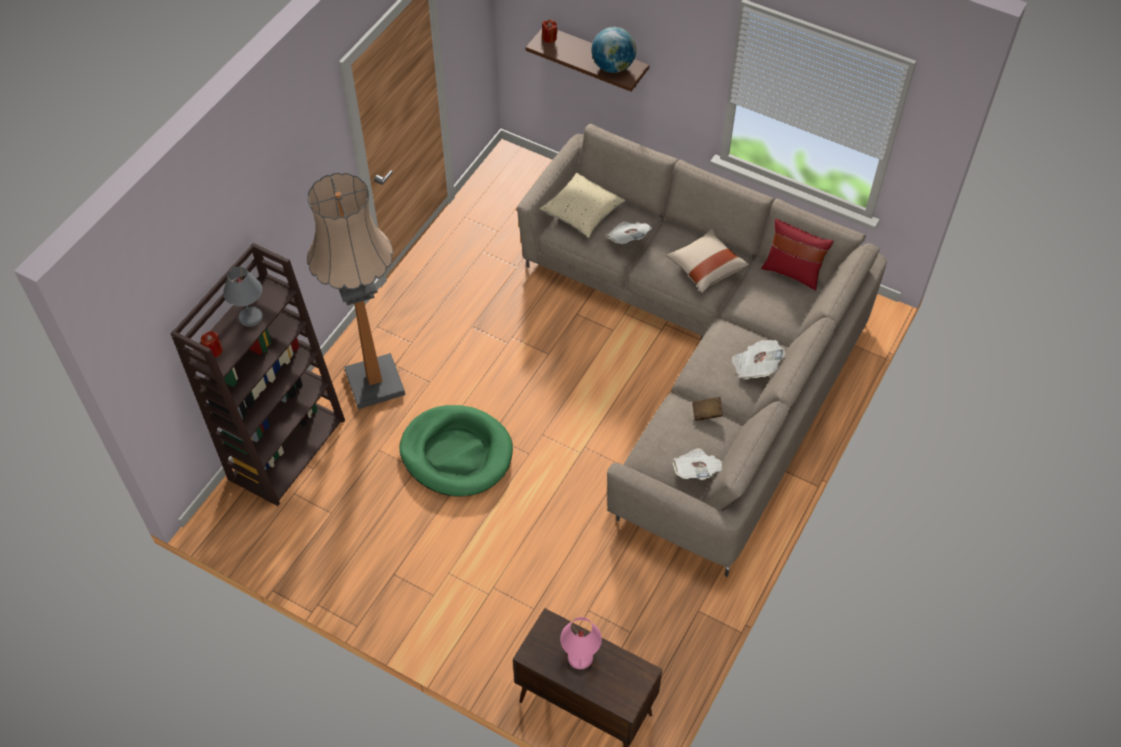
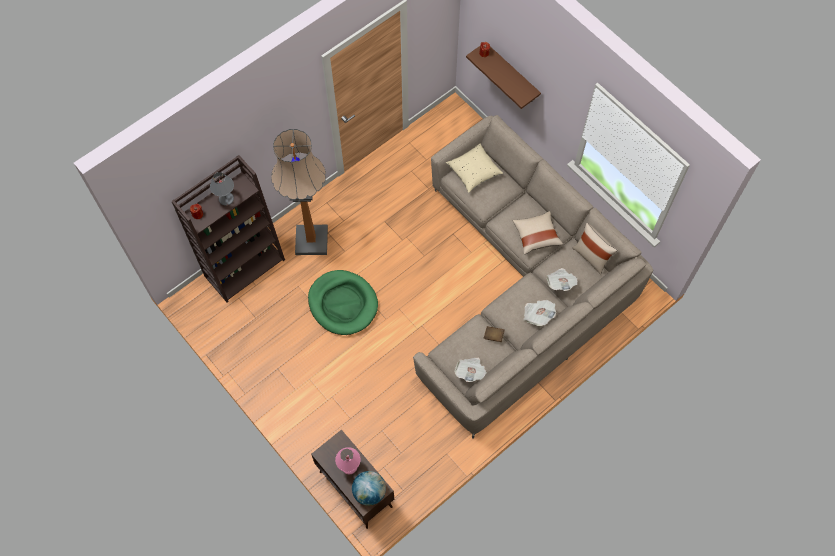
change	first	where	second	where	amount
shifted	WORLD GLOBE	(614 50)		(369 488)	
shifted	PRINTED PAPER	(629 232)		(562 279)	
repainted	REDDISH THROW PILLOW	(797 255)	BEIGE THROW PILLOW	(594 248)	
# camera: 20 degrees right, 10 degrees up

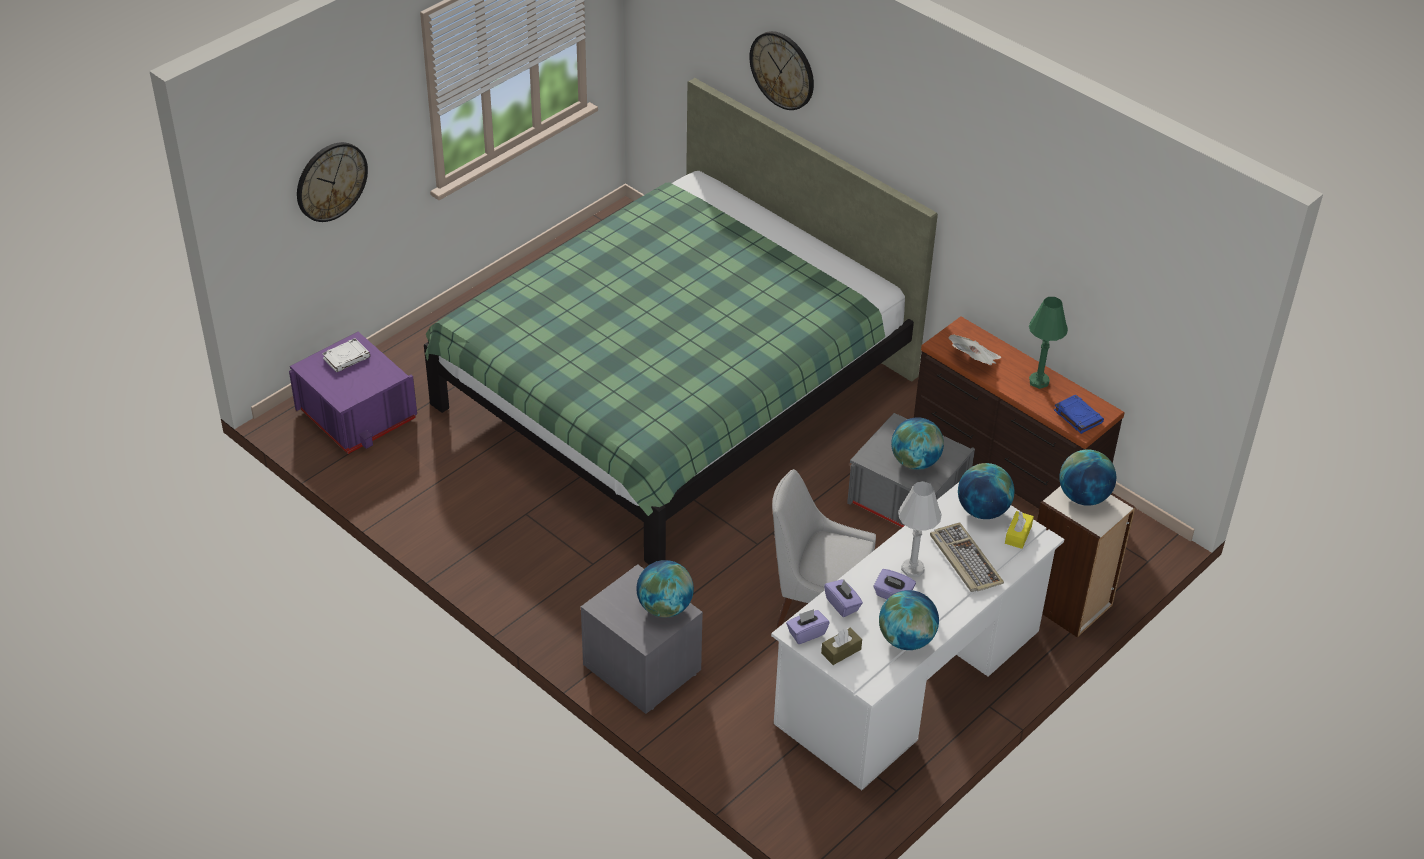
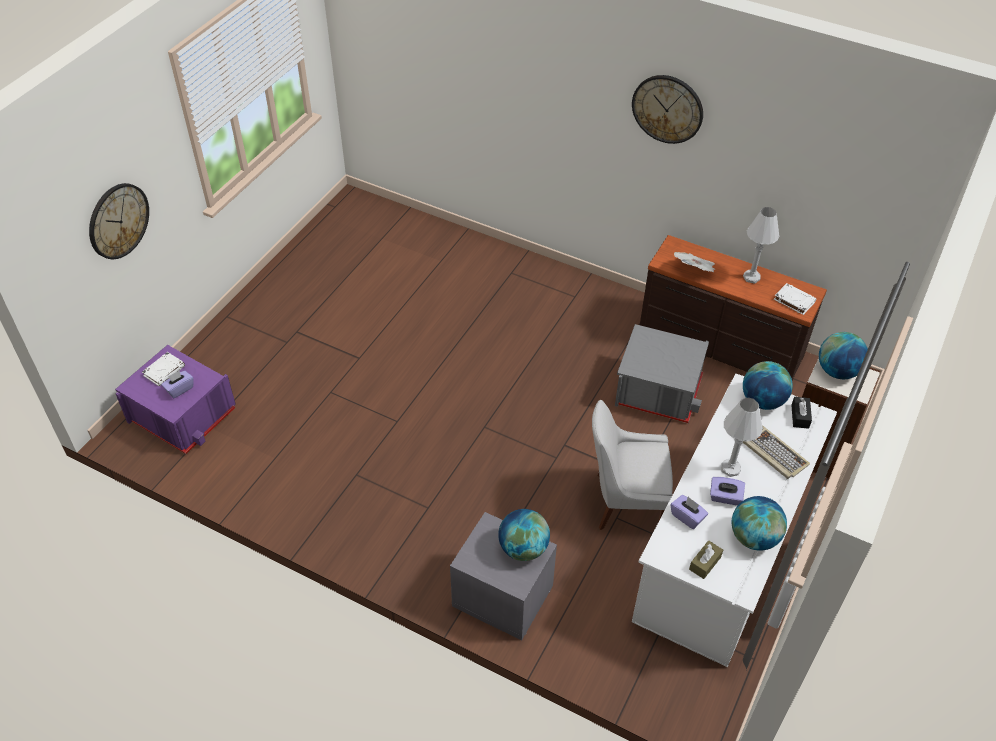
change	first	where	second	where	amount
gone	GREEN SLEEPING BED	(681 321)			
gone	WORLD GLOBE	(917 443)			
shifted	CLOCK ON THE WALL	(781 70)		(667 109)	
shifted	PURPLE TISSUE HOLDER	(807 626)		(177 384)	
repainted	YELLOW-COLOURED TISSUE HOLDER	(1019 530)	BLACK-COLOURED TISSUE HOLDER	(802 413)	
repainted	GREEN TABLETOP LAMP	(1048 343)	WHITE-COLOURED TABLETOP LAMP	(761 245)	
repainted	BLUE-COLOURED VOLUME	(1079 414)	WHITE-COLOURED VOLUME	(795 299)	
# camera: 15 degrees left, 5 degrees up

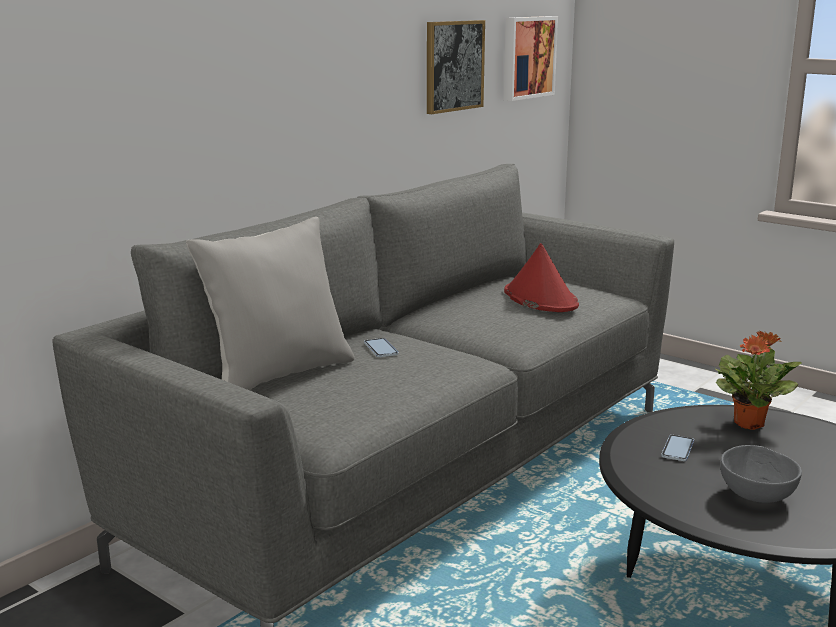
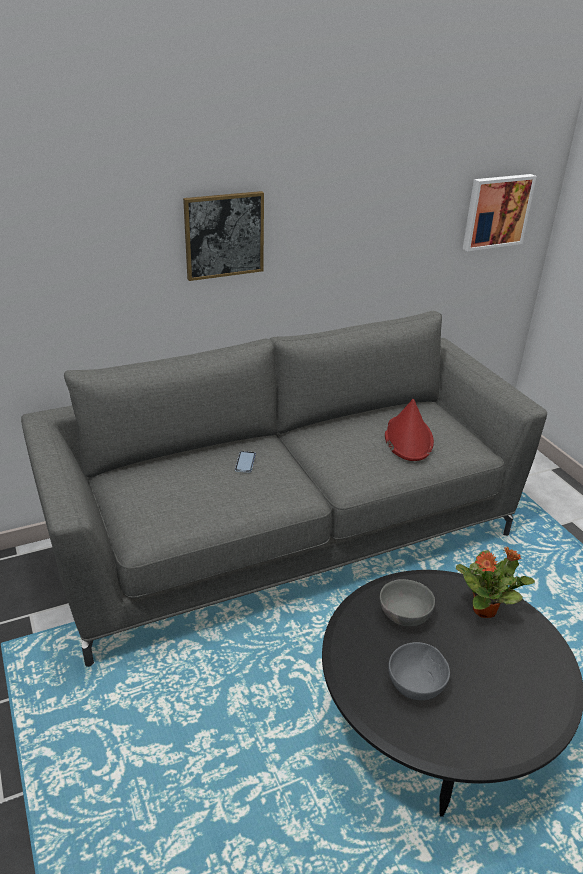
change	first	where	second	where	amount
gone	GREY THROW PILLOW	(270 303)			
shifted	WALL PICTURE	(456 67)		(223 236)	
swapped	PHONE	(677 448)	GREY DEEP DISH	(407 602)	
# camera: 25 degrees right, 15 degrees up

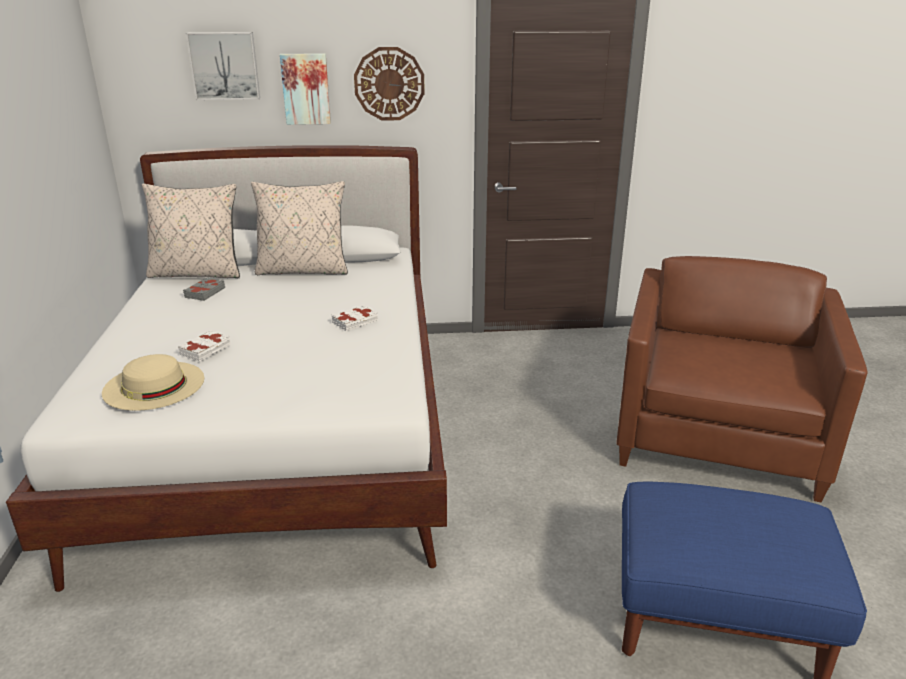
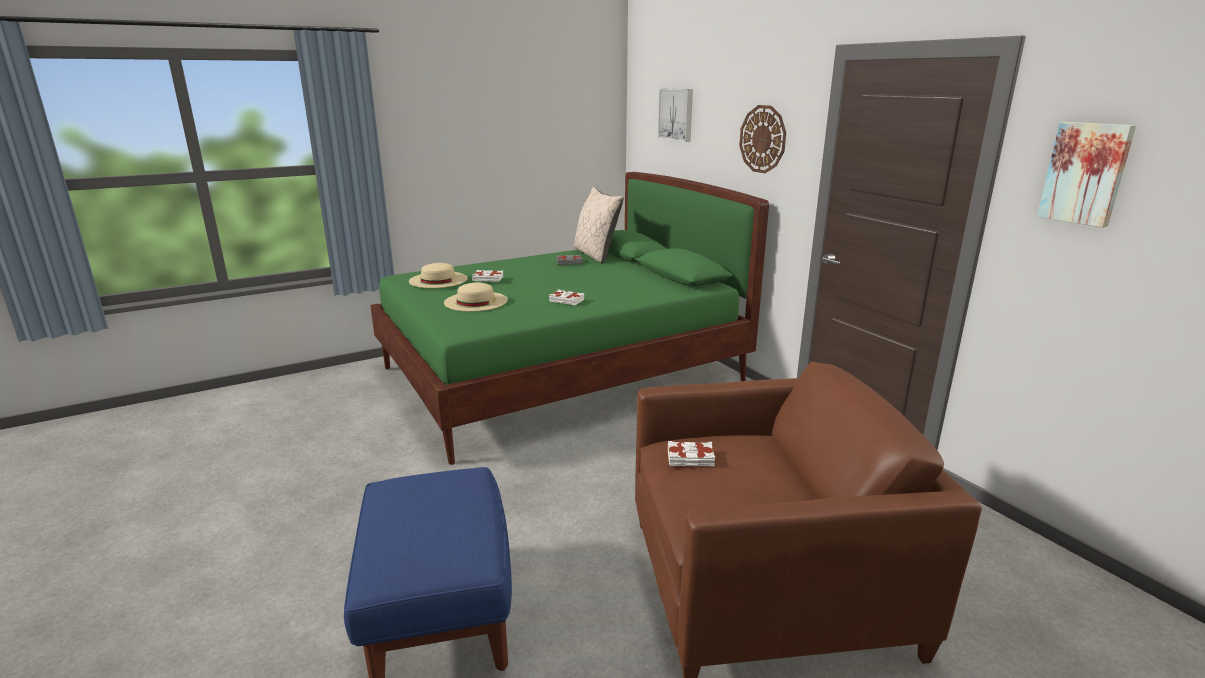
change	first	where	second	where	amount
gone	BEIGE THROW PILLOW	(299 228)			
new			BEIGE WEARABLE HAT	(476 297)	
new			WHITE-COLOURED VOLUME	(691 454)	
shifted	WALL PICTURE	(305 89)		(1086 175)	
repainted	WHITE-COLOURED SLEEPING BED	(226 368)	GREEN SLEEPING BED	(569 318)	
# camera: 65 degrees right, 5 degrees down

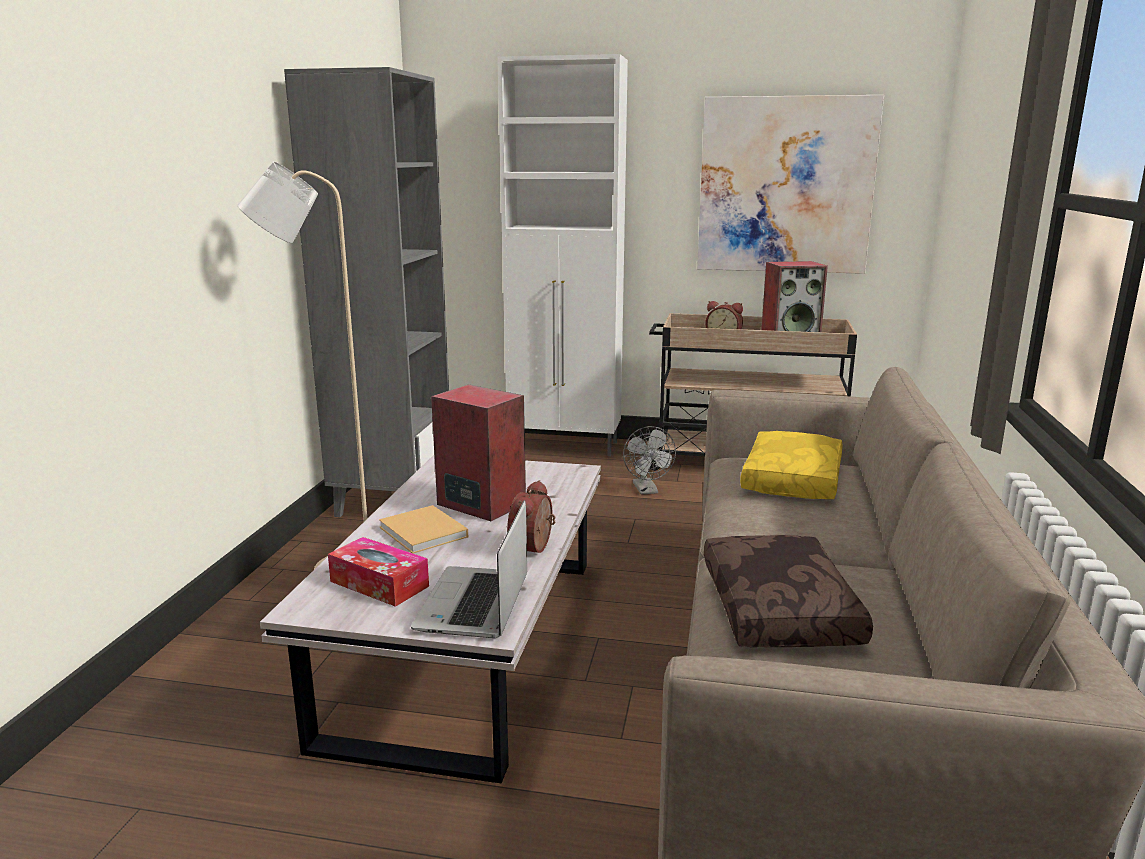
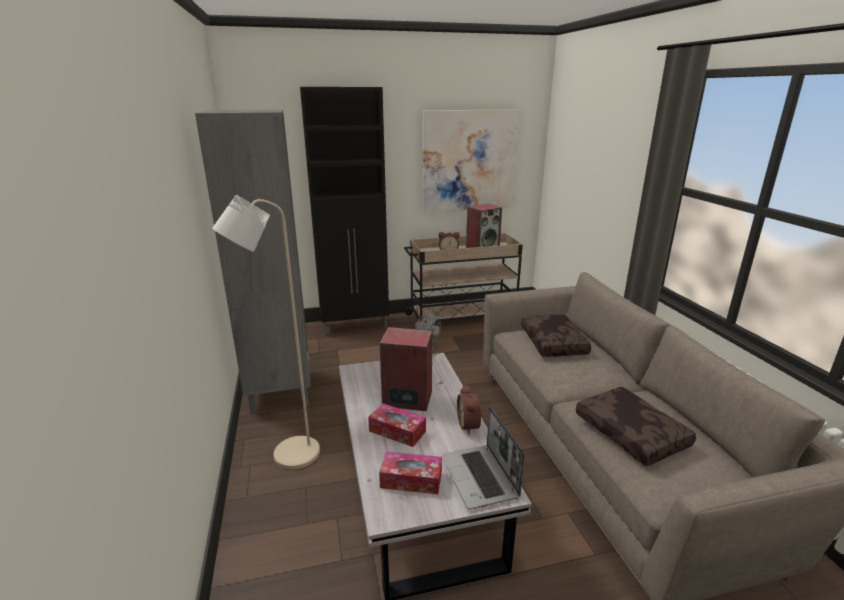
change	first	where	second	where	amount
swapped	BEIGE VOLUME	(423 529)	TISSUE HOLDER	(397 425)	
repainted	WHITE-COLOURED CABINET	(562 255)	BLACK-COLOURED CABINET	(344 211)	
repainted	YELLOW-COLOURED THROW PILLOW	(791 465)	BROWN-COLOURED THROW PILLOW	(556 335)	
# camera: 25 degrees left, 5 degrees up

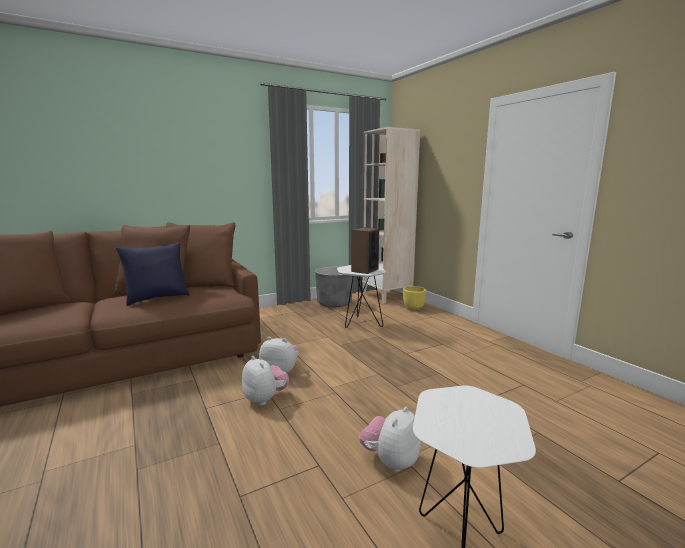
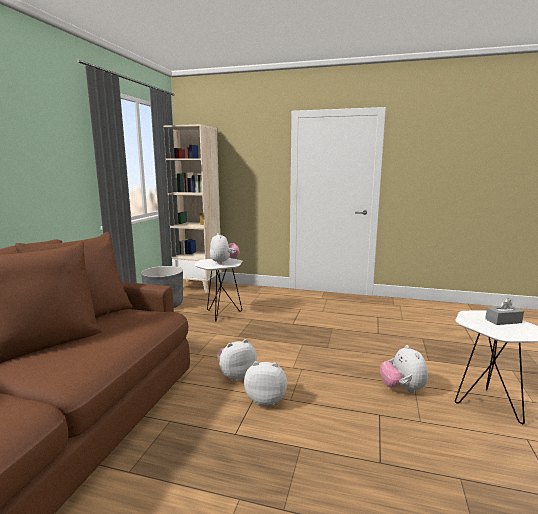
change	first	where	second	where	amount
gone	BLUE-COLOURED THROW PILLOW	(153 274)			
gone	YELLOW-COLOURED PLANT POT	(414 298)			
new			GREY TISSUE HOLDER	(504 311)	
swapped	SPEAKER	(365 251)	SOFT TOY	(225 248)	
# camera: 45 degrees left, 0 degrees up

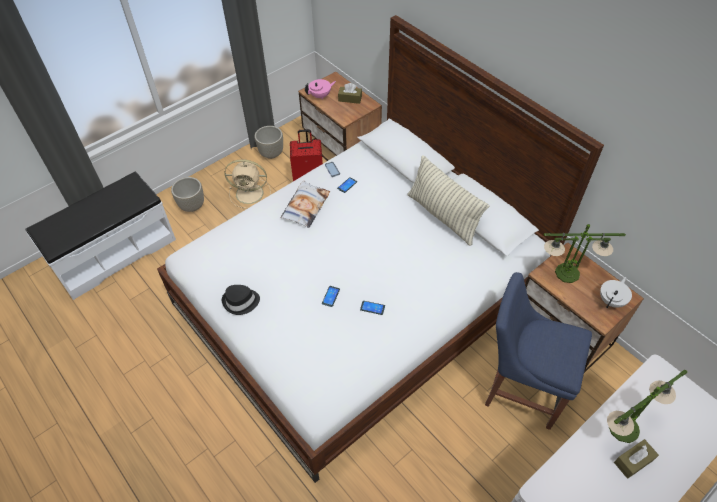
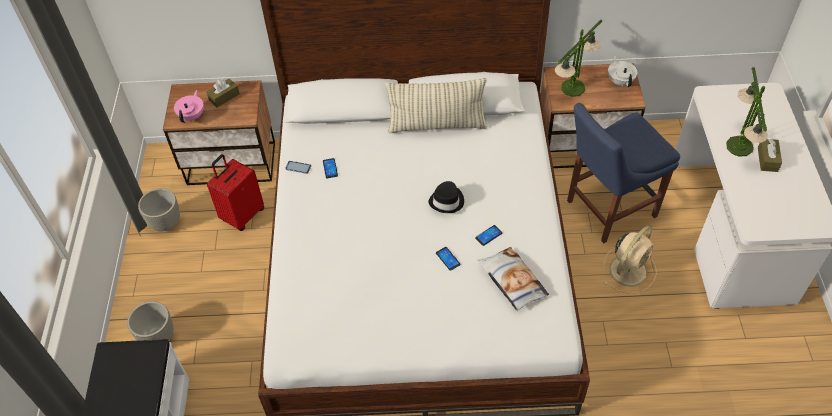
change	first	where	second	where	amount
shifted	BLACK-COLOURED WEARABLE HAT	(241 300)		(446 197)	
shifted	BEIGE FAN	(248 183)		(630 260)	
shifted	THROW PILLOW	(305 204)		(513 279)	
# camera: 50 degrees left, 0 degrees up

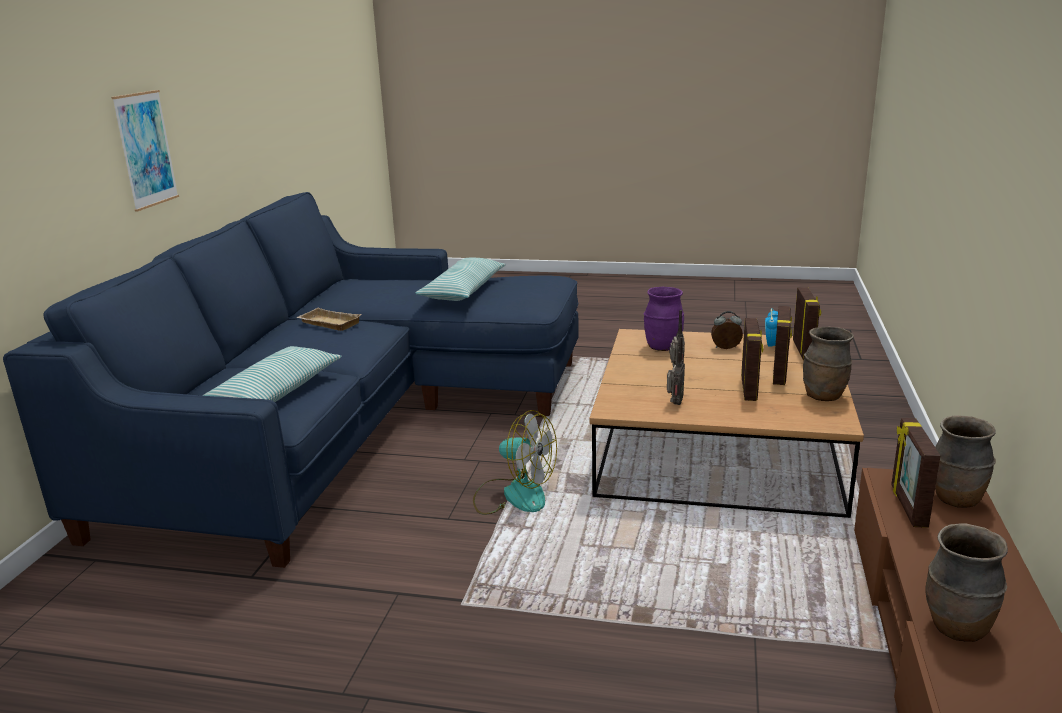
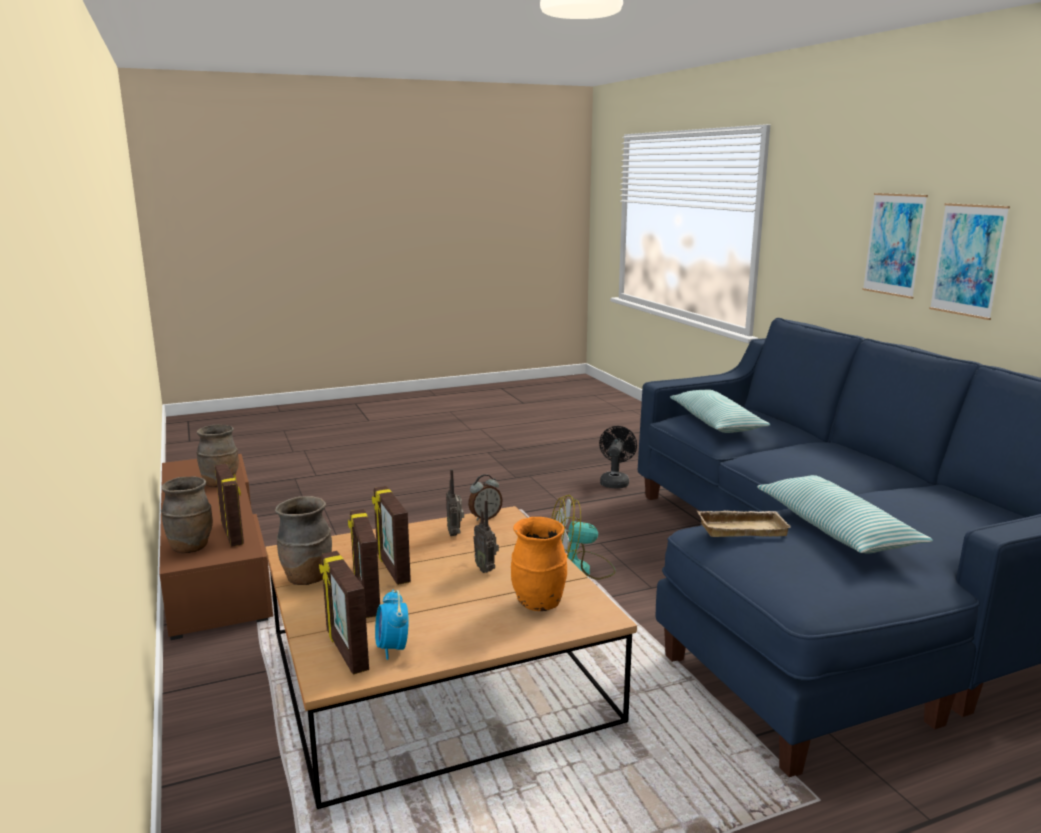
change	first	where	second	where	amount
new			BLACK-COLOURED FAN	(618 457)	
new			WALL PICTURE	(895 246)	
shifted	BEIGE SERVING TRAY	(329 319)		(744 524)	
shifted	BEDSIDE CLOCK	(727 330)		(485 497)	
repainted	PURPLE VASE	(664 319)	ORANGEY VASE	(539 564)	
# camera: 145 degrees right, 5 degrees down

